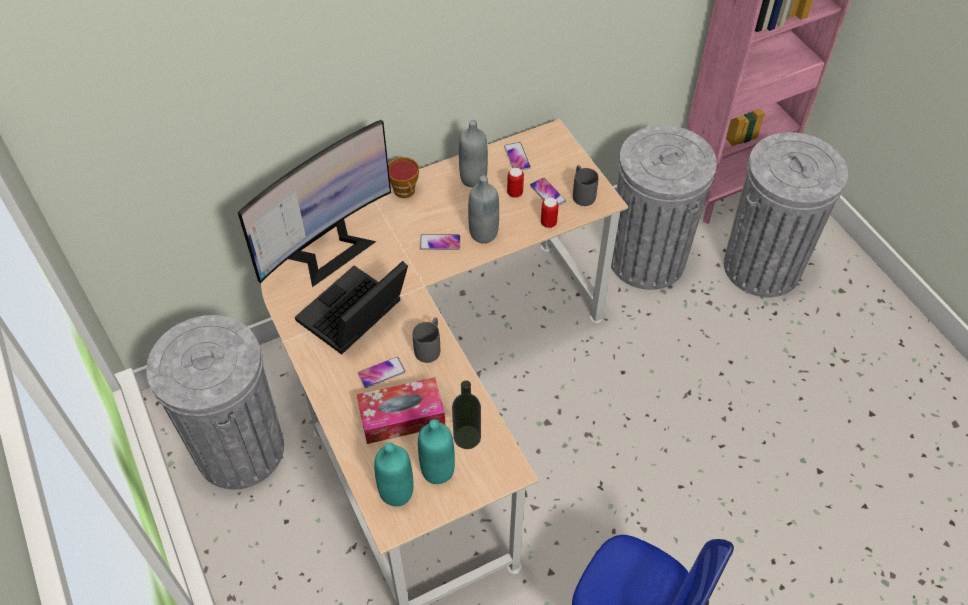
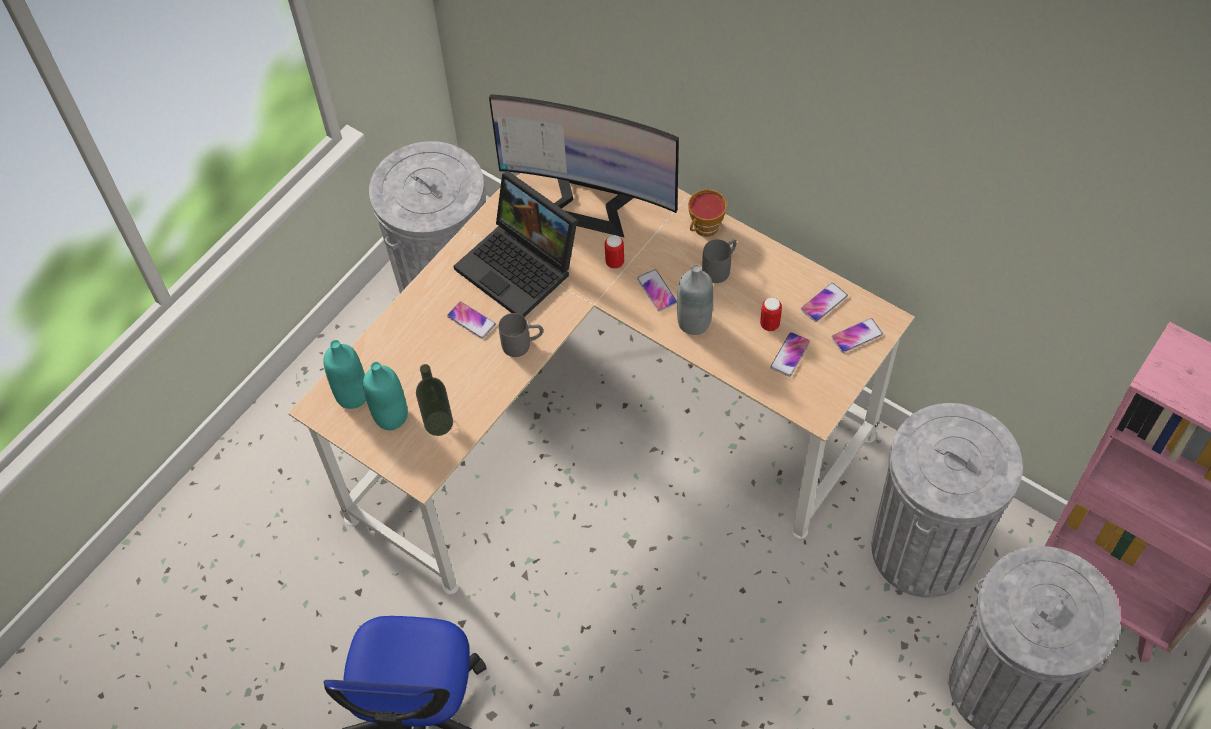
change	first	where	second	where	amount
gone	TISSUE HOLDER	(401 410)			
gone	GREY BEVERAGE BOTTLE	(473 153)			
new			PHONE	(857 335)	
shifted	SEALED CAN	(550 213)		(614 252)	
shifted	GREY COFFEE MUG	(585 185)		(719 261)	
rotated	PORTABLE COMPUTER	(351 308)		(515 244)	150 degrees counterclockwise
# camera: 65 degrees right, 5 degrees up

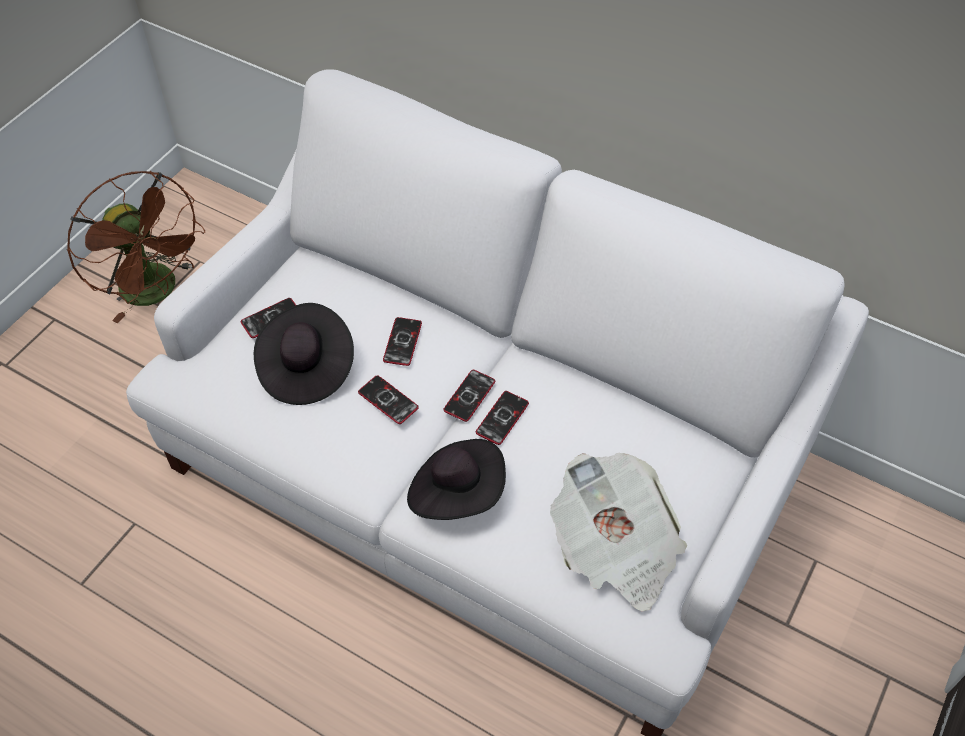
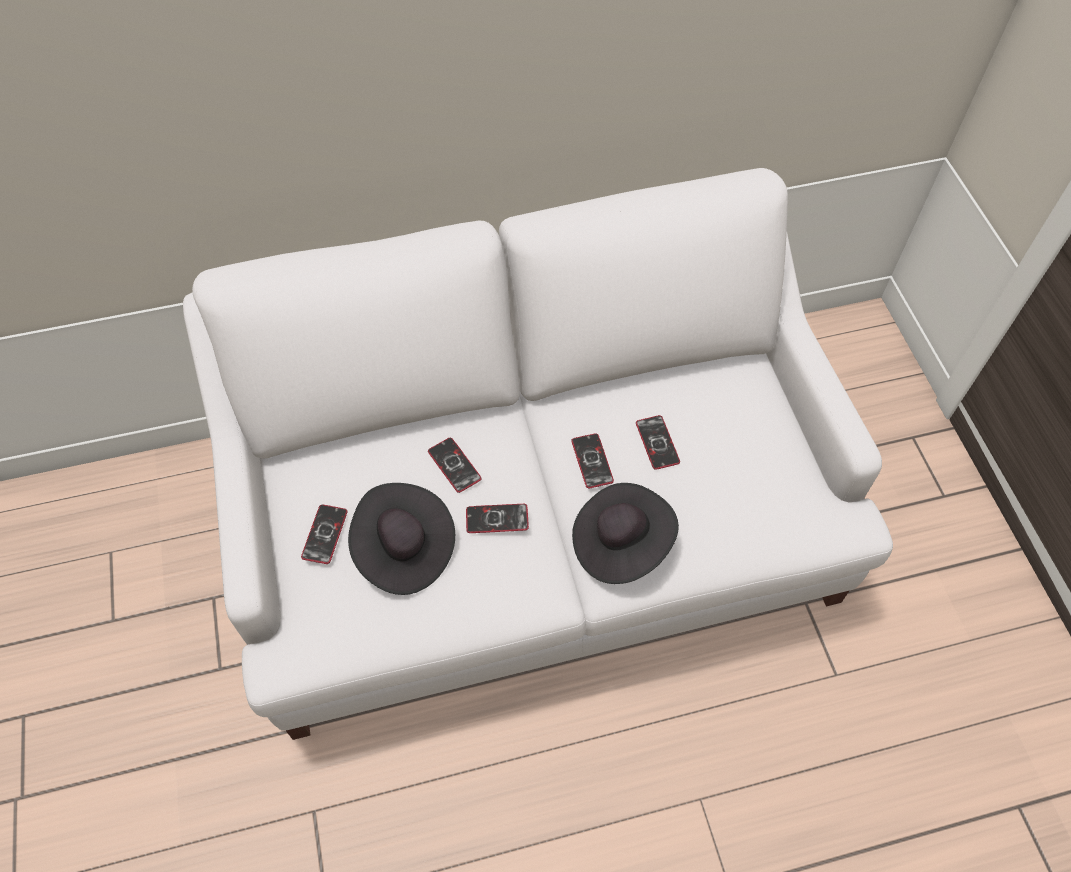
change	first	where	second	where	amount
gone	BROWN-COLOURED FAN	(136 247)			
gone	PRINTED PAPER	(618 532)			
shifted	PHONE	(469 396)		(658 442)	
# camera: 45 degrees left, 5 degrees up

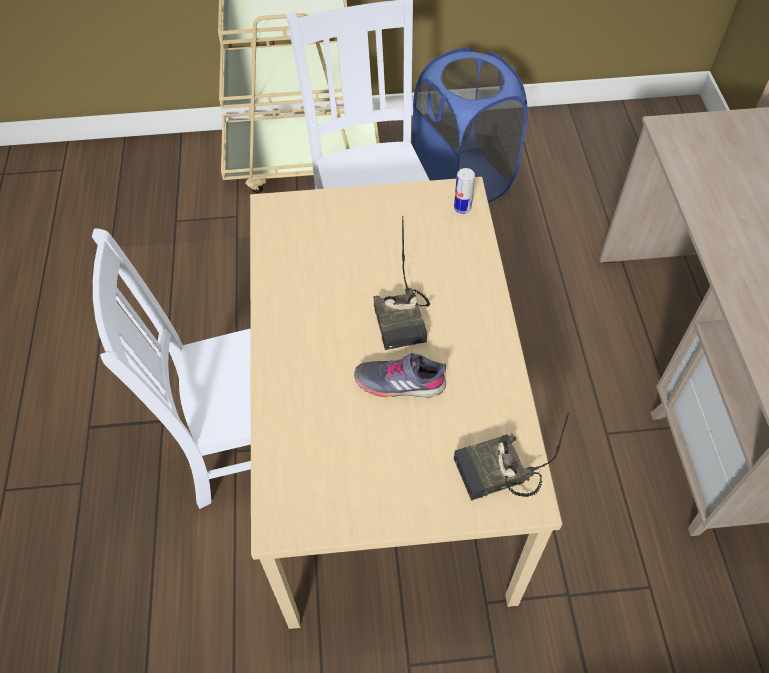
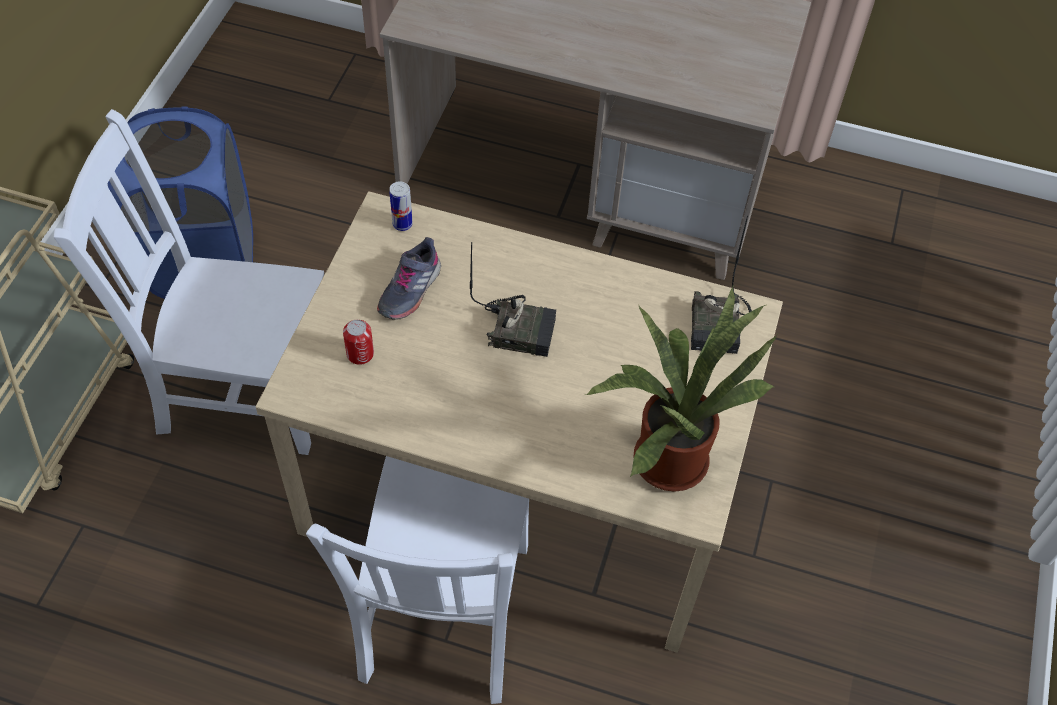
change	first	where	second	where	amount
new			SEALED CAN	(358 342)	
new			PLANT IN A POT	(680 389)	
shifted	GREY ITEM OF FOOTWEAR	(400 375)		(409 278)	
# camera: 70 degrees left, 0 degrees up

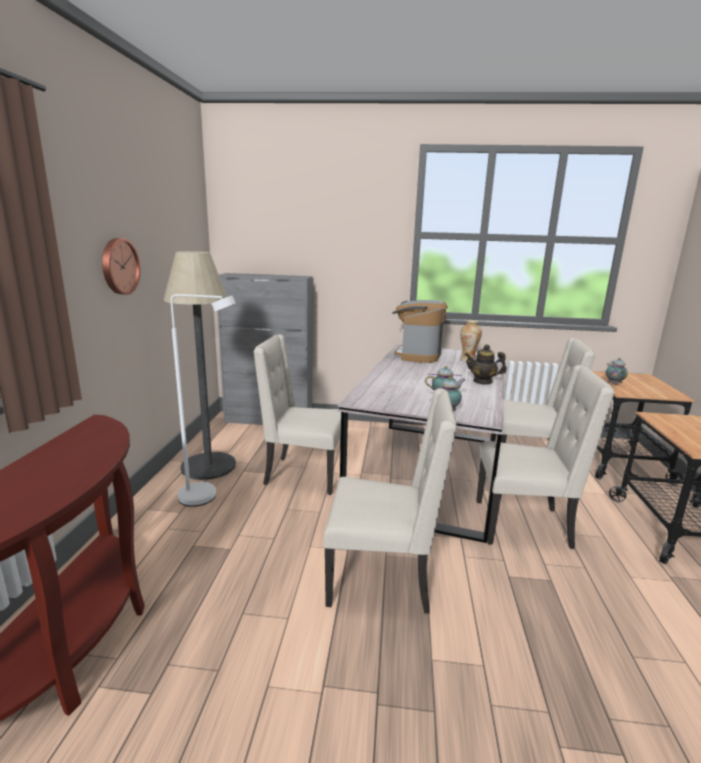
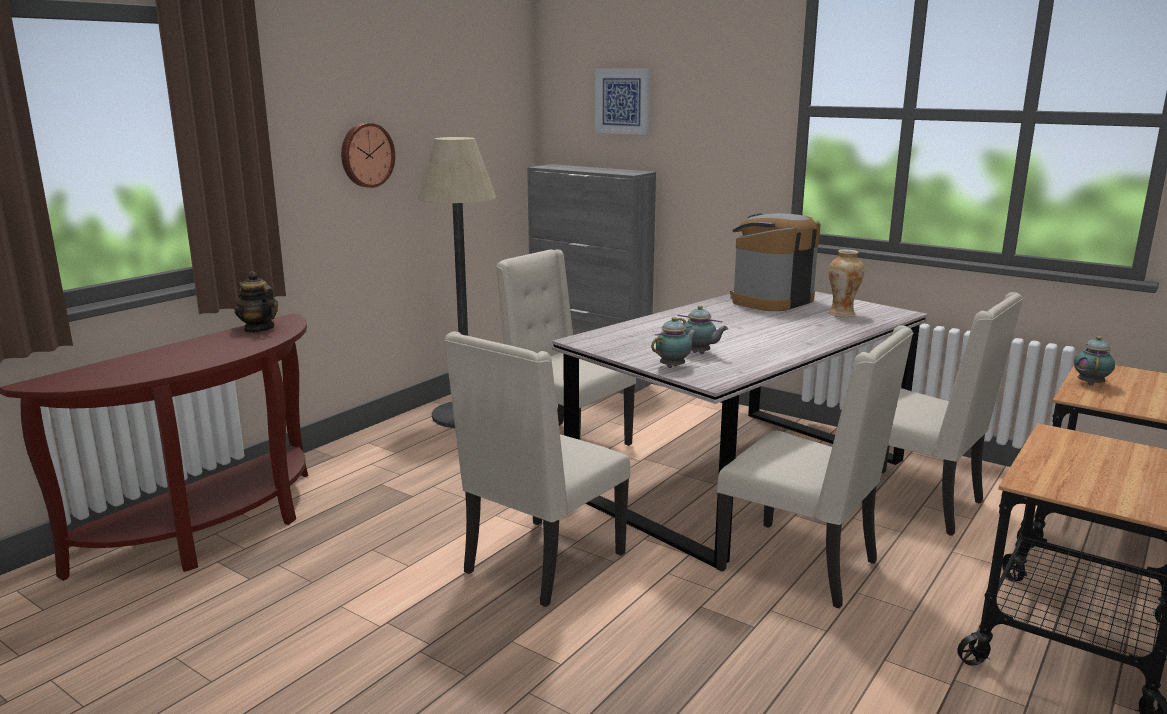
change	first	where	second	where	amount
gone	WHITE-COLOURED FLOOR LAMP	(203 400)			
new			WALL PICTURE	(622 102)	
shifted	POT FOR TEA	(486 364)		(256 302)	
rotated	BEIGE UPRIGHT CHAIR	(390 501)		(537 469)	90 degrees clockwise
# camera: 30 degrees right, 0 degrees up

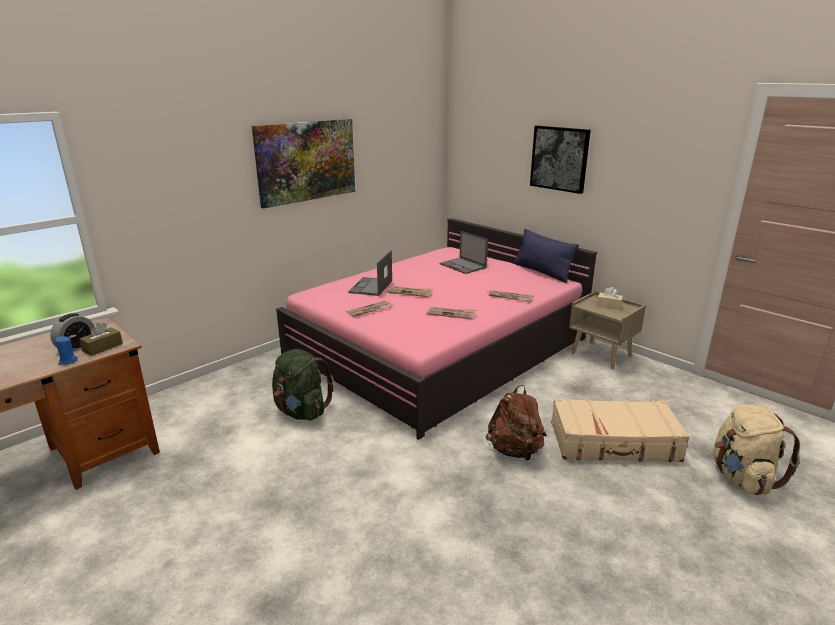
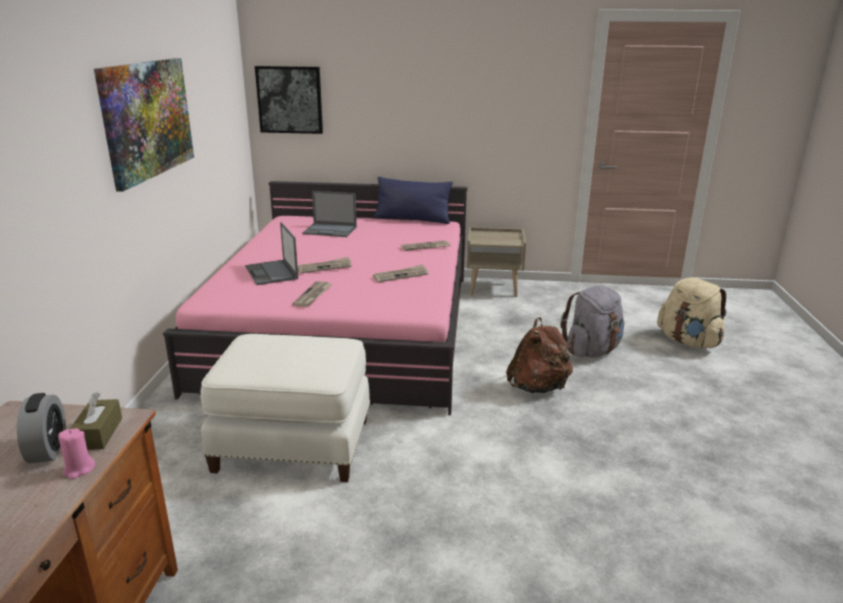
change	first	where	second	where	amount
gone	BEIGE TISSUE HOLDER	(610 298)			
shifted	WALL PICTURE	(560 160)		(289 100)	
swapped	GREEN KNAPSACK	(303 384)	WHITE-COLOURED FOOTREST	(285 408)	
swapped	BEIGE SUITCASE	(620 430)	GREY KNAPSACK	(592 322)	
repainted	BLUE-COLOURED WAX LIGHT	(66 350)	PINKISH WAX LIGHT	(76 453)	
# camera: 40 degrees left, 0 degrees up

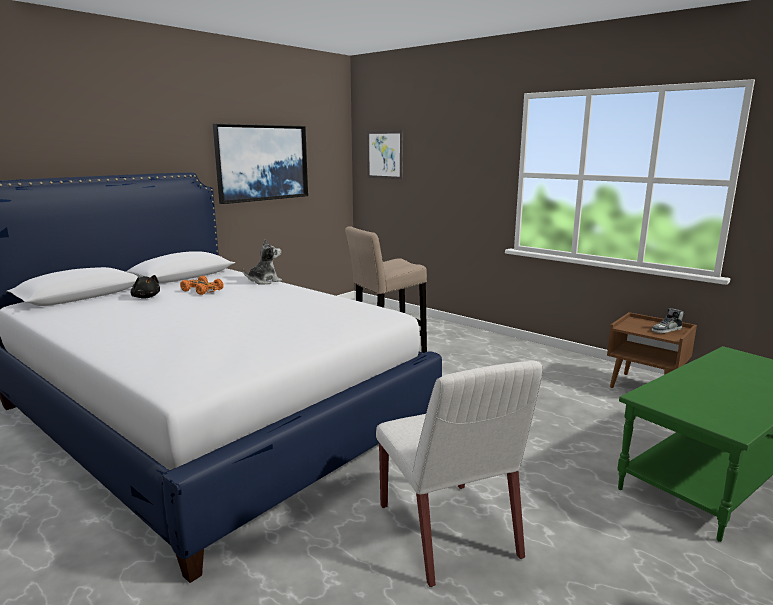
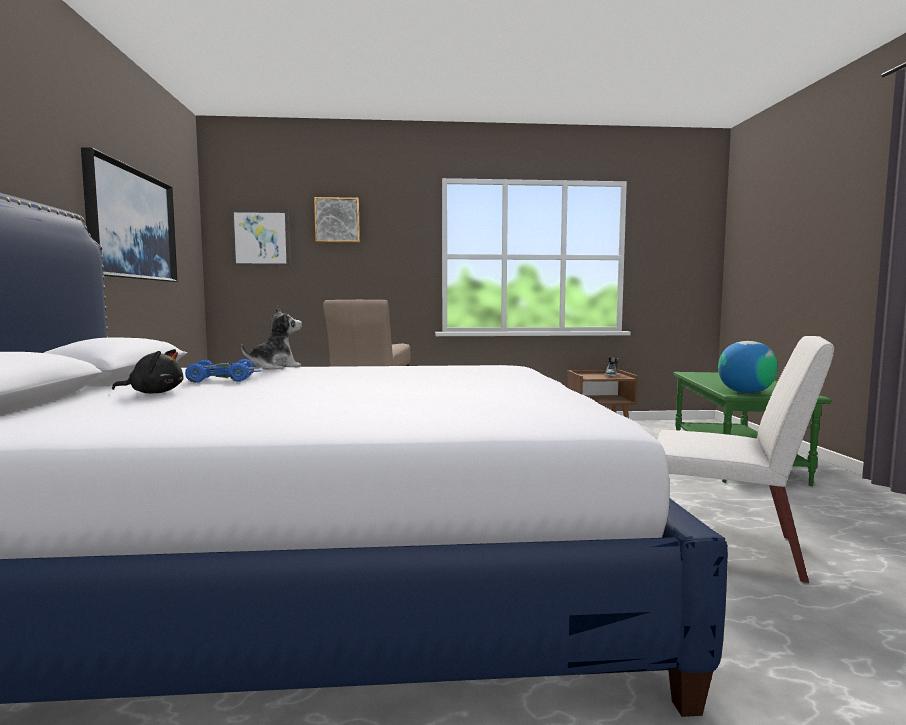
change	first	where	second	where	amount
new			WALL PICTURE	(337 220)	
new			WORLD GLOBE	(748 367)	
repainted	ORANGEY TOY CAR	(202 285)	BLUE-COLOURED TOY CAR	(223 371)	
rotated	SOFT TOY	(262 262)		(271 337)	45 degrees clockwise
# camera: 45 degrees left, 10 degrees down

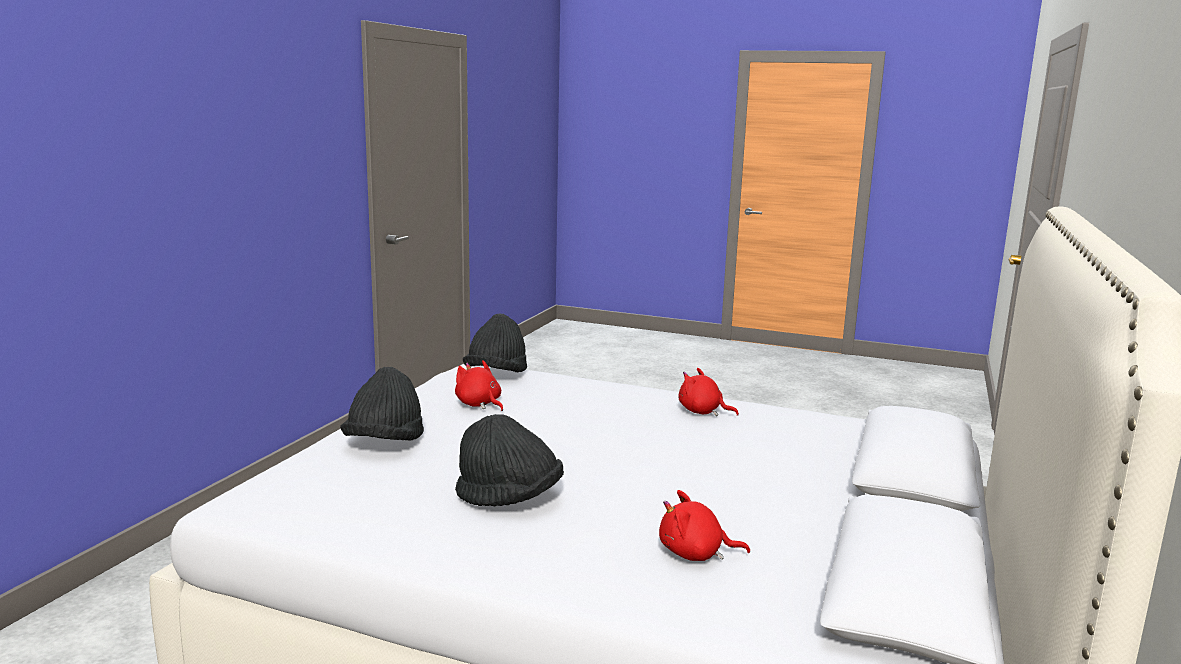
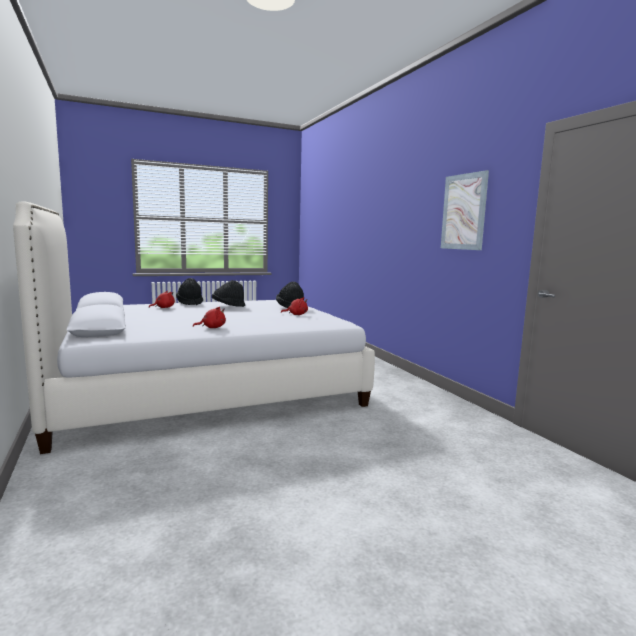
change	first	where	second	where	amount
new			WALL PICTURE	(465 210)	
shifted	BLACK-COLOURED WEARABLE HAT	(495 343)		(189 291)	
# camera: 135 degrees right, 5 degrees down

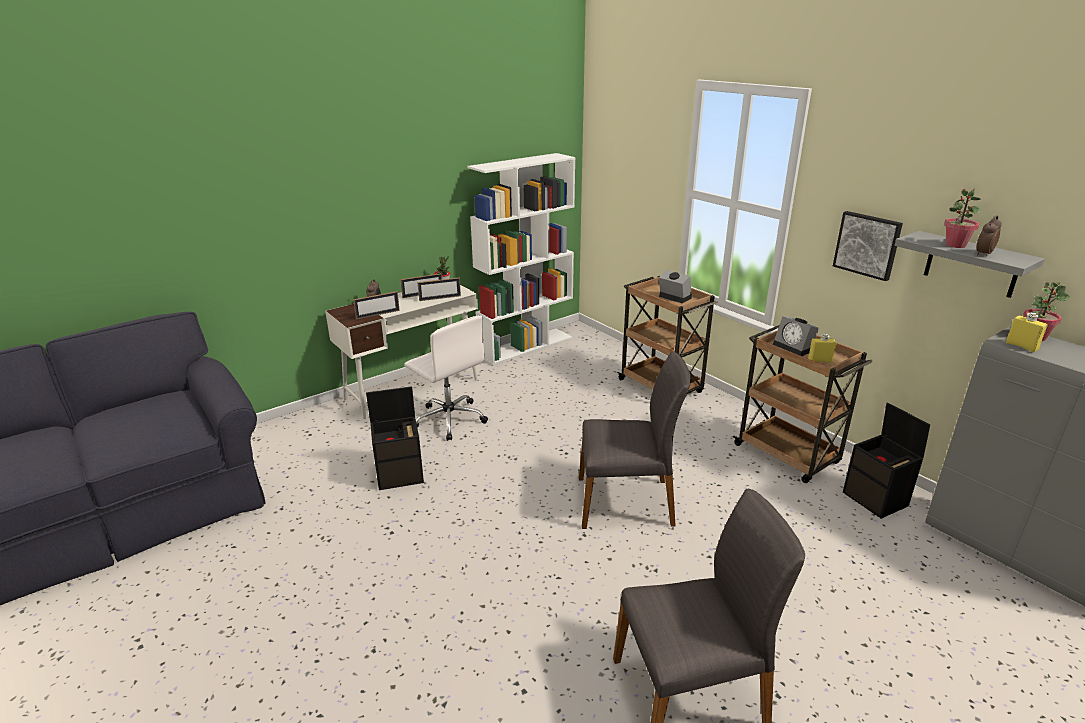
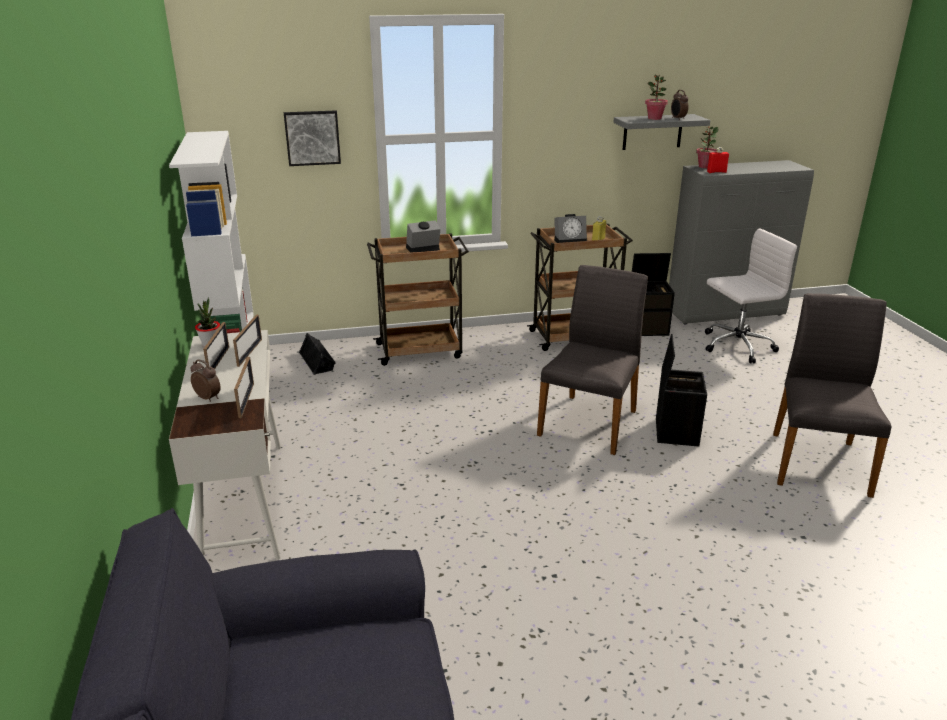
change	first	where	second	where	amount
new			BLACK-COLOURED SPEAKER	(317 354)	
shifted	BLACK-COLOURED STORAGE BIN	(395 438)		(681 390)	
shifted	WHITE-COLOURED OFFICE CHAIR	(446 378)		(751 296)	
shifted	WALL PICTURE	(868 246)		(312 138)	
repainted	YELLOW-COLOURED BEVERAGE BOTTLE	(1027 332)	REDDISH BEVERAGE BOTTLE	(718 160)	
# camera: 65 degrees left, 0 degrees up

